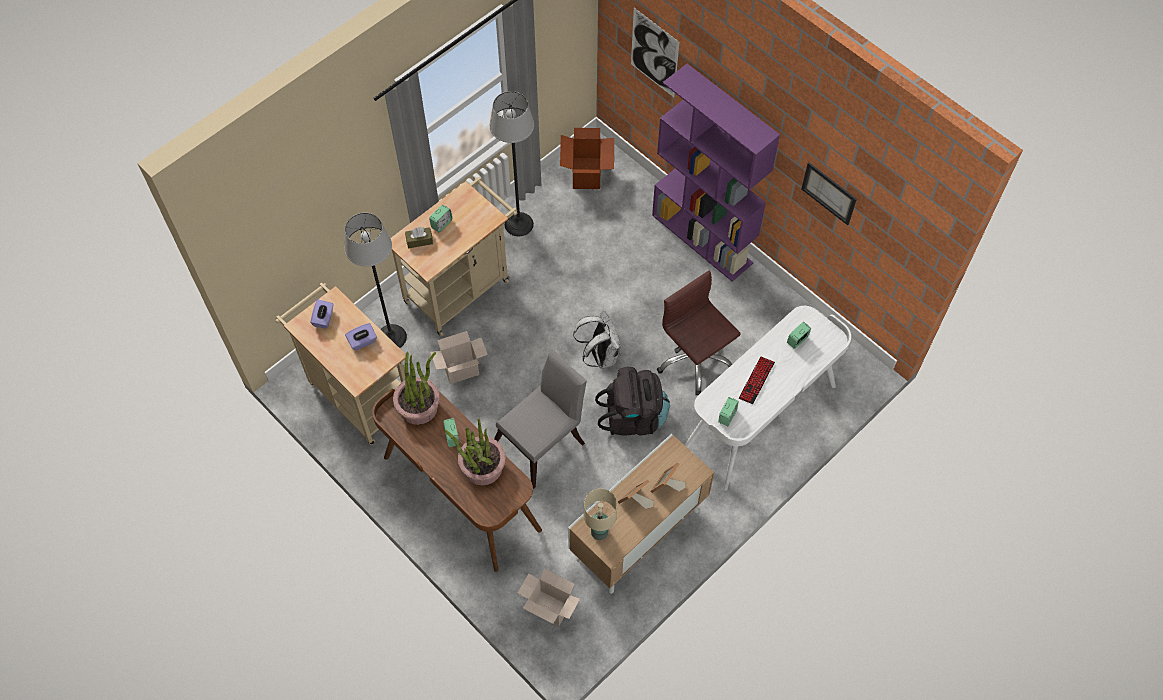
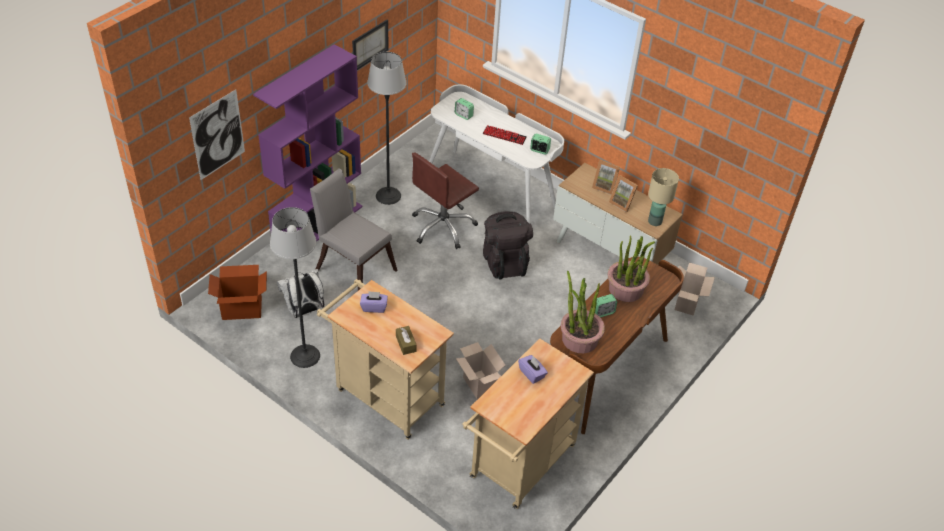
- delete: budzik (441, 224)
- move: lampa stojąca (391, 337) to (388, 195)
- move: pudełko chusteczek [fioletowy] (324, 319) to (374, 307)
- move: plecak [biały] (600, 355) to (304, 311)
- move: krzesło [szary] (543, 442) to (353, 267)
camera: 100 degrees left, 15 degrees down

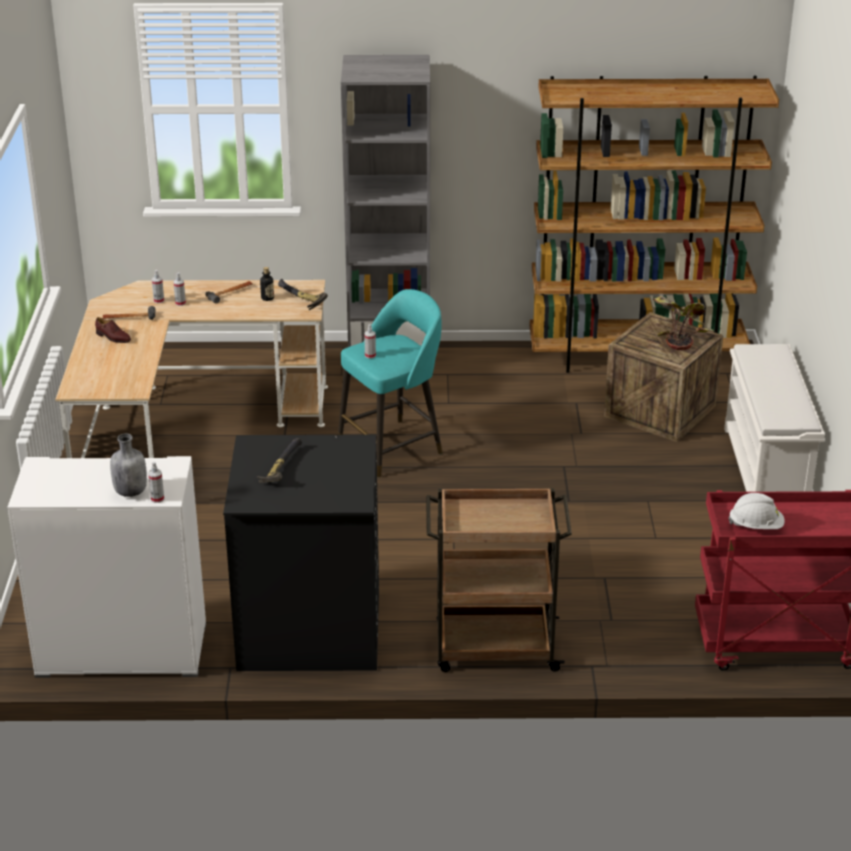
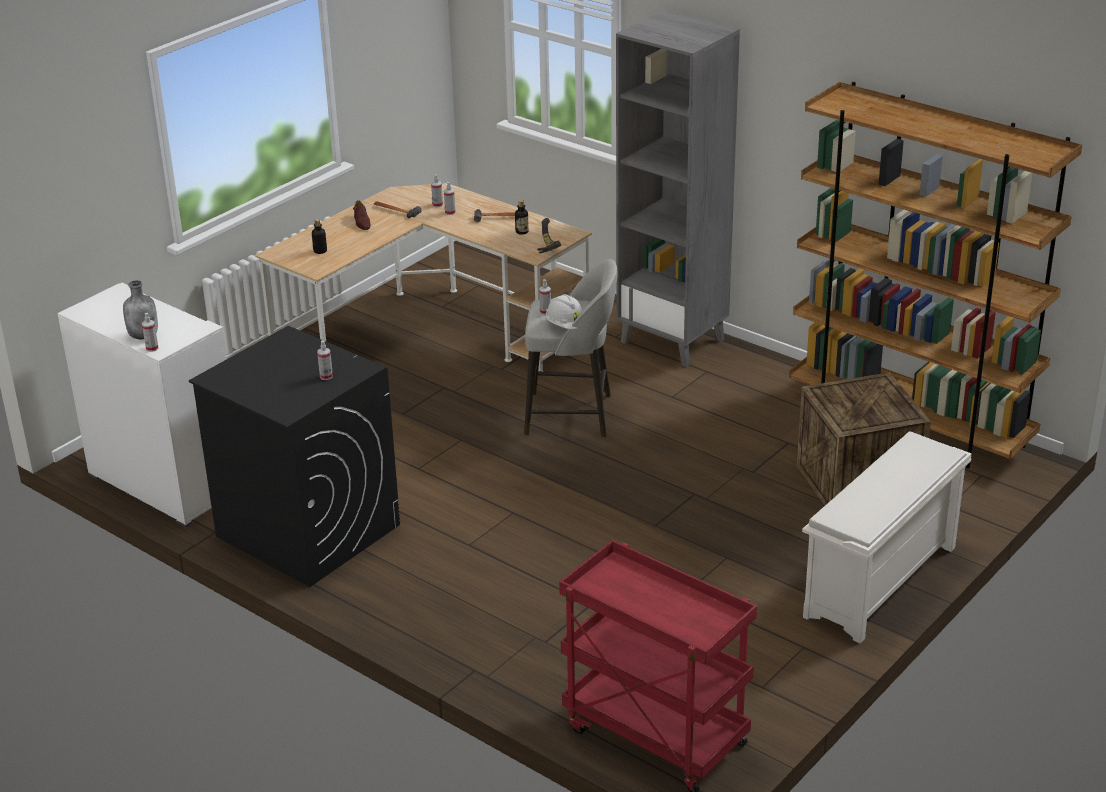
- recolor: stołek [turkusowy] (393, 447) to stołek [szary] (571, 415)
- delete: roślina doniczkowa (678, 335)
- delete: młotek (280, 468)
- delete: wózek [brązowy] (493, 648)
- move: kask [biały] (756, 526) to (566, 325)
- insert: butelka (320, 251)
- insert: spryskiwacz (326, 376)
camera: 40 degrees right, 0 degrees up

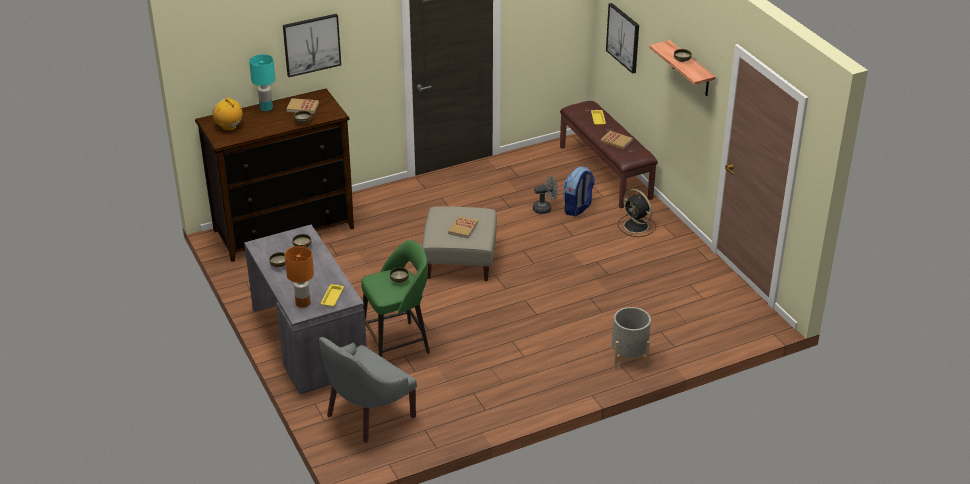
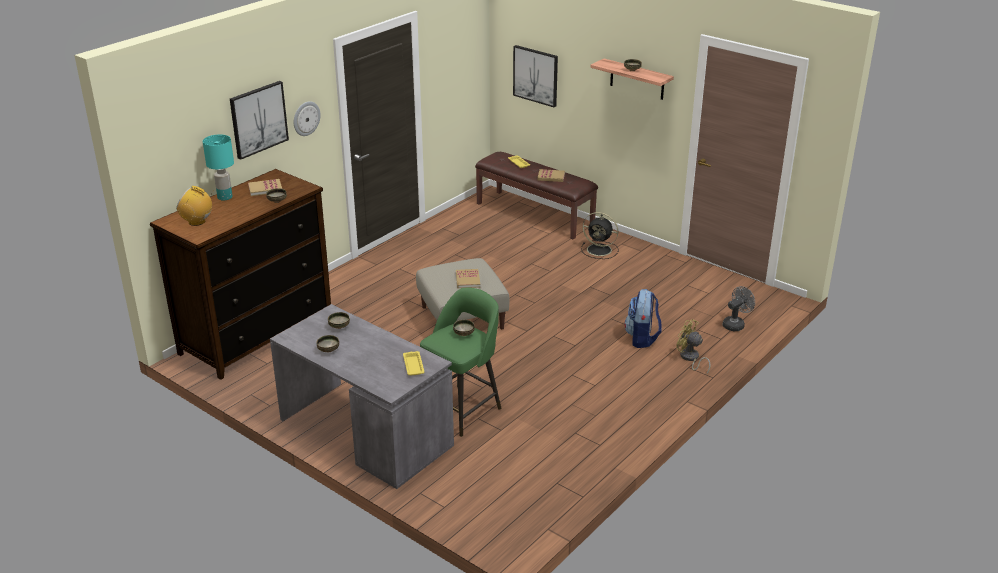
- move: plecak (578, 208) to (642, 338)
- move: wentylator [szary] (545, 208) to (735, 324)
- delete: lampa stołowa [pomarańczowy] (302, 303)
- replace: donica [szary] (629, 357) to wentylator [żółty] (690, 358)
- delete: fotel [szary] (367, 414)
- insert: zegar ścienny (306, 118)
camera: 25 degrees left, 5 degrees down

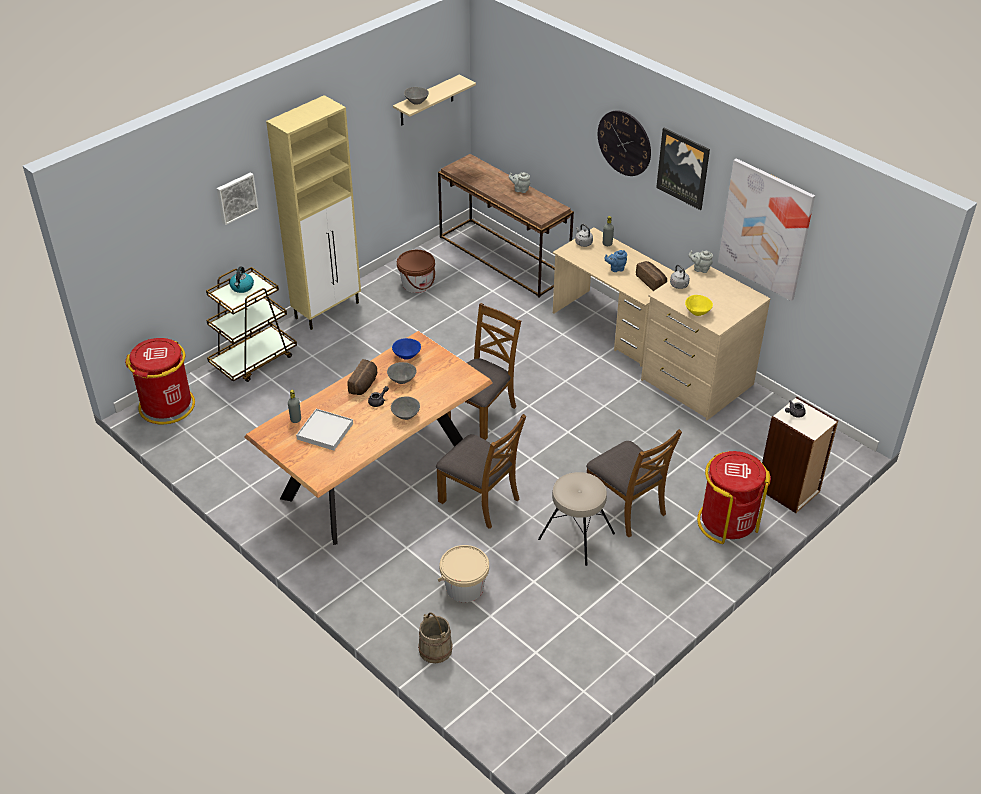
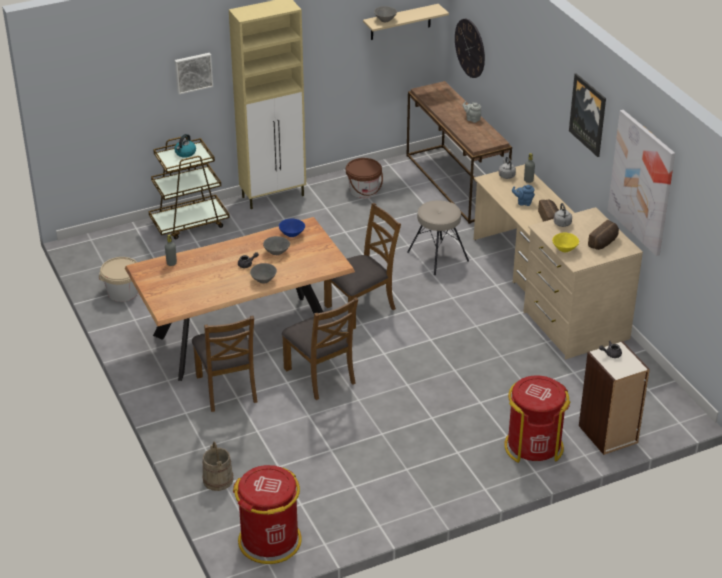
- move: zegar ścienny (624, 143) to (470, 48)
- delete: imbryk [szary] (700, 269)
- move: kosz na śmieci [czerwony] (167, 406) to (270, 541)
- move: chleb (364, 385) to (604, 243)
- delete: taca [biały] (325, 431)
- move: krzesło [brązowy] (626, 507) to (227, 388)
- move: stołek [beżowy] (576, 536) to (437, 256)
- move: wiadro [beżowy] (464, 587) to (122, 292)
camera: 20 degrees right, 5 degrees down

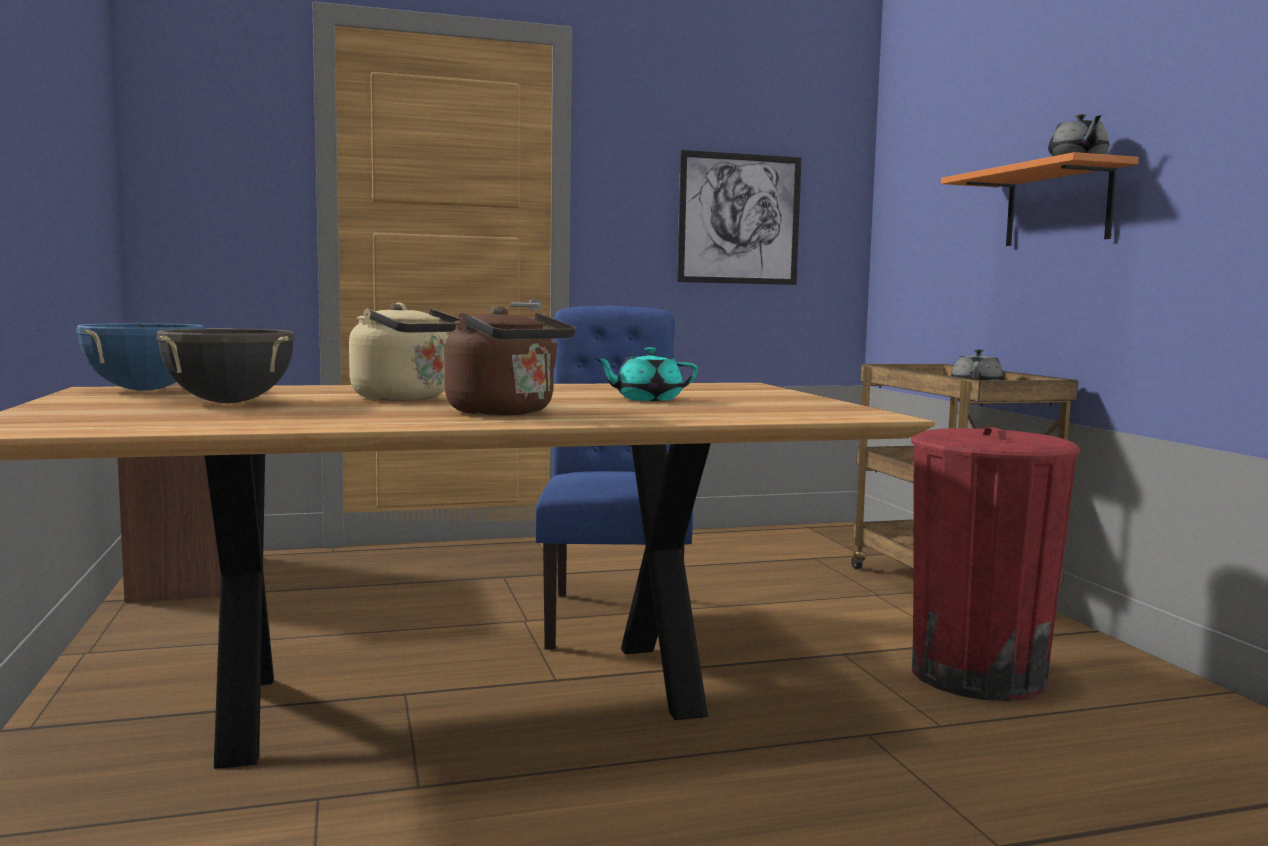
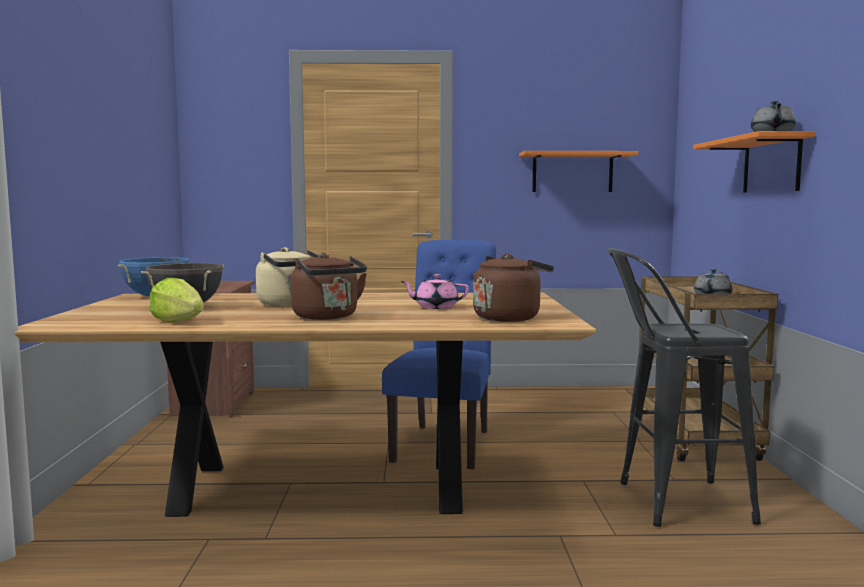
- replace: obraz (739, 219) to półka [pomarańczowy] (572, 172)
- recolor: imbryk [turkusowy] (647, 399) to imbryk [różowy] (435, 307)
- replace: kosz na śmieci [czerwony] (977, 674) to stołek [czarny] (669, 503)
- insert: czajnik [brązowy] (509, 318)
- insert: sałata (179, 321)
camera: 15 degrees right, 0 degrees up

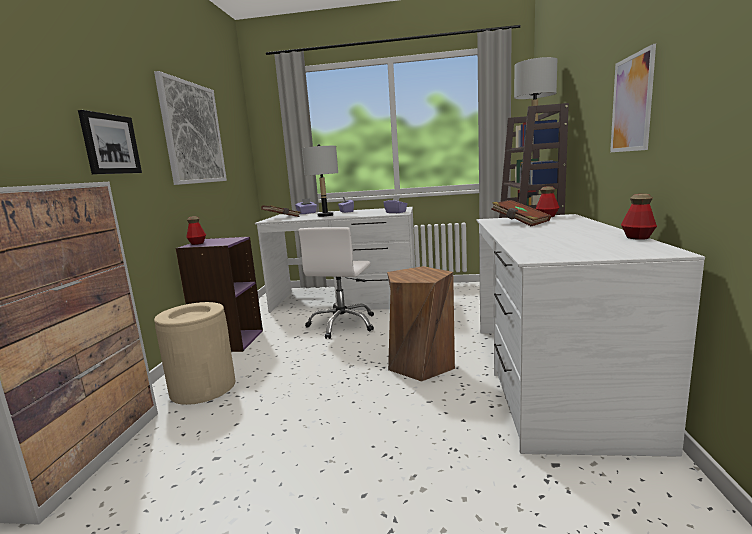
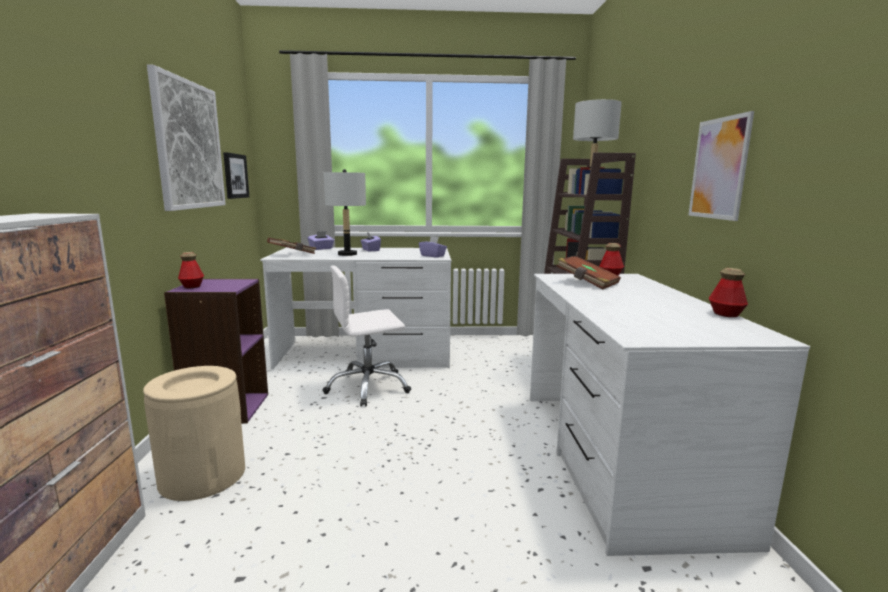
- move: obraz (110, 144) to (235, 176)
- rotate: krzesło biurowe [biały] (343, 324) = (368, 387) 60 degrees clockwise
- delete: stołek [brązowy] (421, 364)
camera: 10 degrees left, 0 degrees up

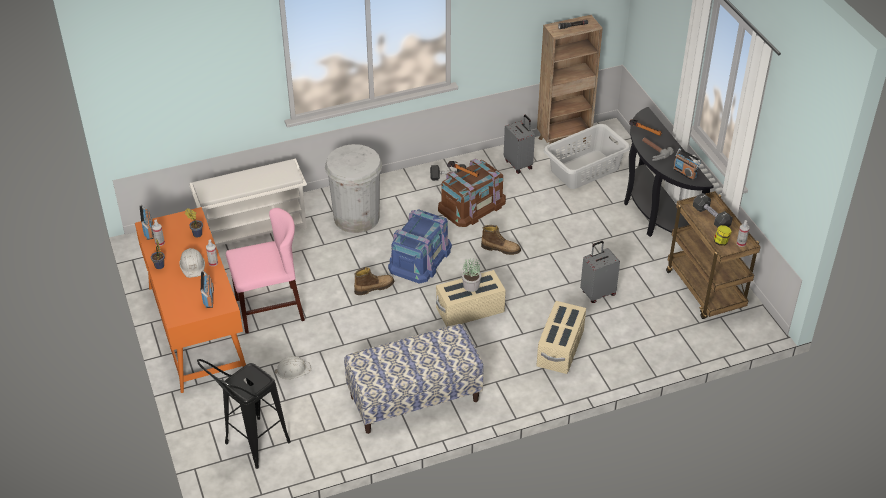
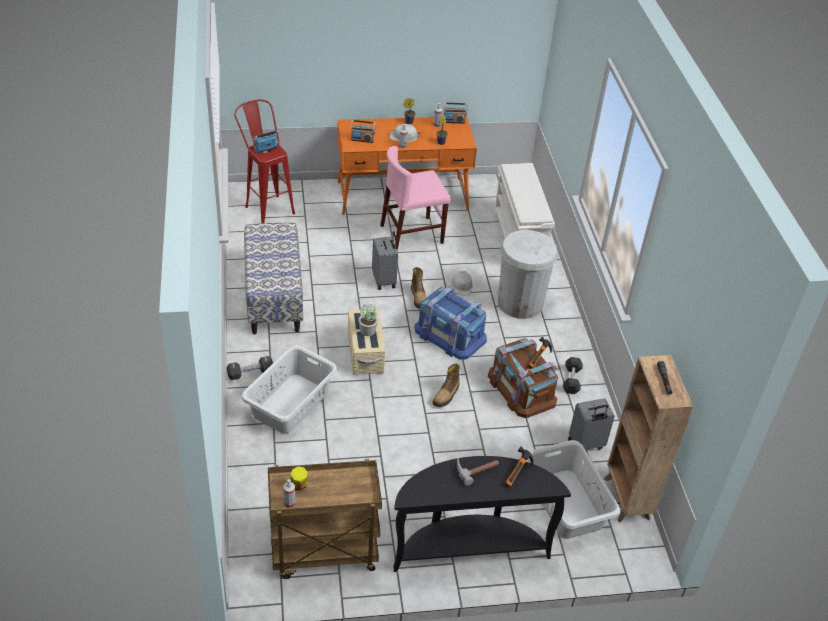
- move: radio (685, 173) to (266, 149)
- move: hantel [czarny] (711, 217) to (250, 373)
- rotate: krzesło [różowy] (269, 309) = (412, 234) 75 degrees clockwise
- move: walizka [szary] (597, 293) to (384, 280)
- replace: pojemnik do przechowywania [beżowy] (560, 349) to kosz na pranie [szary] (289, 403)
- move: kask [biały] (293, 370) to (462, 285)
- recolor: stołek [czarny] (250, 448) to stołek [czerwony] (266, 206)
camera: 100 degrees right, 0 degrees up

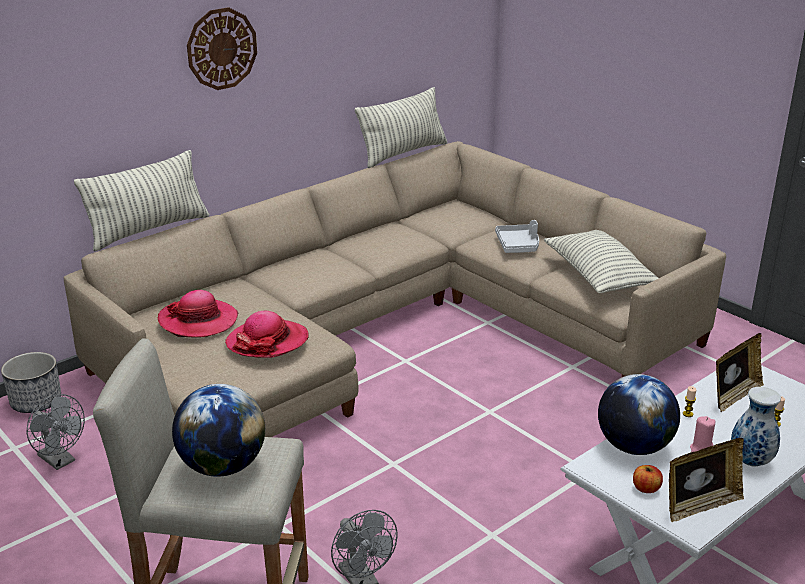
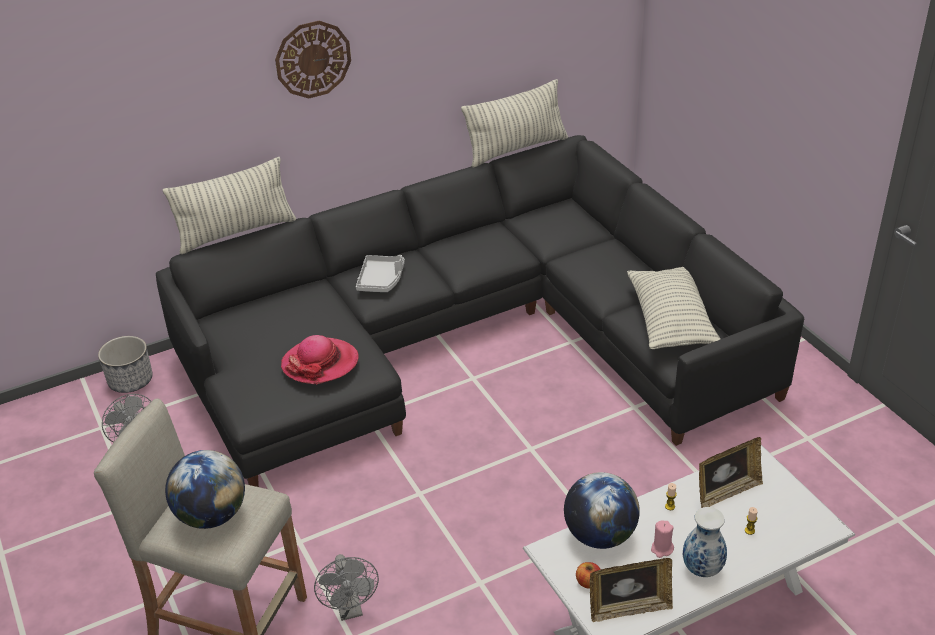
- recolor: kanapa [beżowy] (390, 331) to kanapa [czarny] (471, 340)
- move: taca [szary] (518, 245) to (381, 280)
- delete: kapelusz (198, 321)
camera: 15 degrees right, 10 degrees up

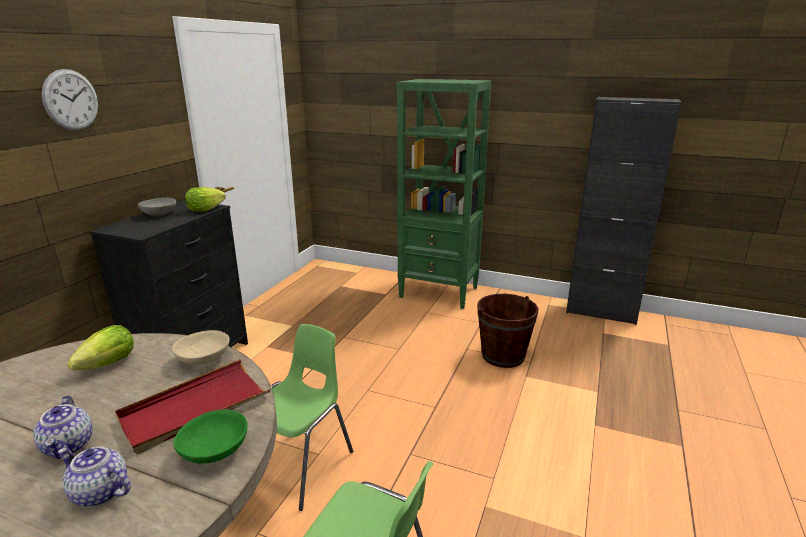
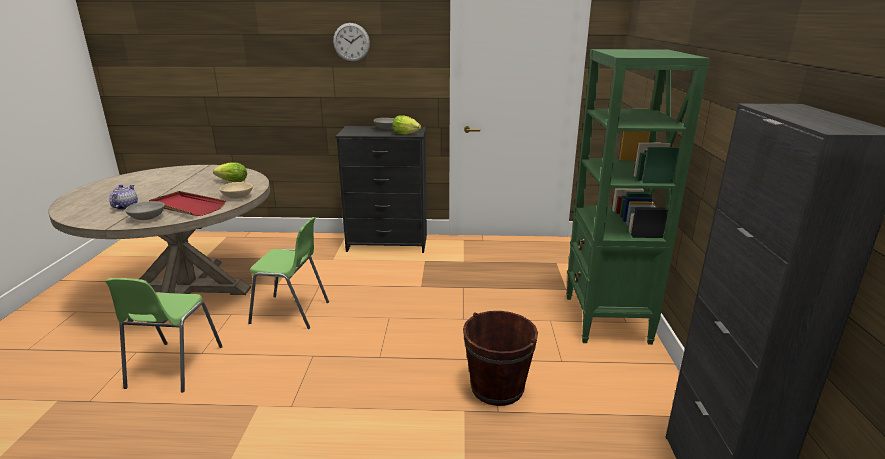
- delete: imbryk (69, 445)
- recolor: miska [zielony] (215, 451) to miska [szary] (147, 218)
camera: 70 degrees right, 0 degrees up

